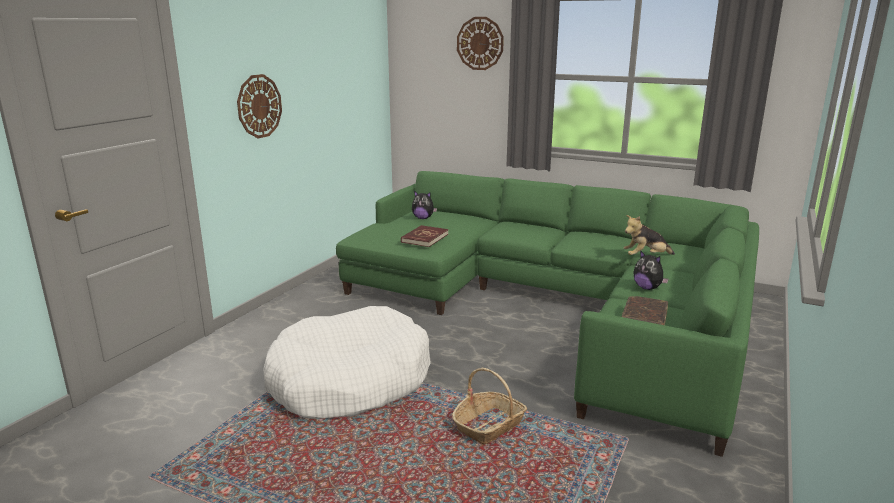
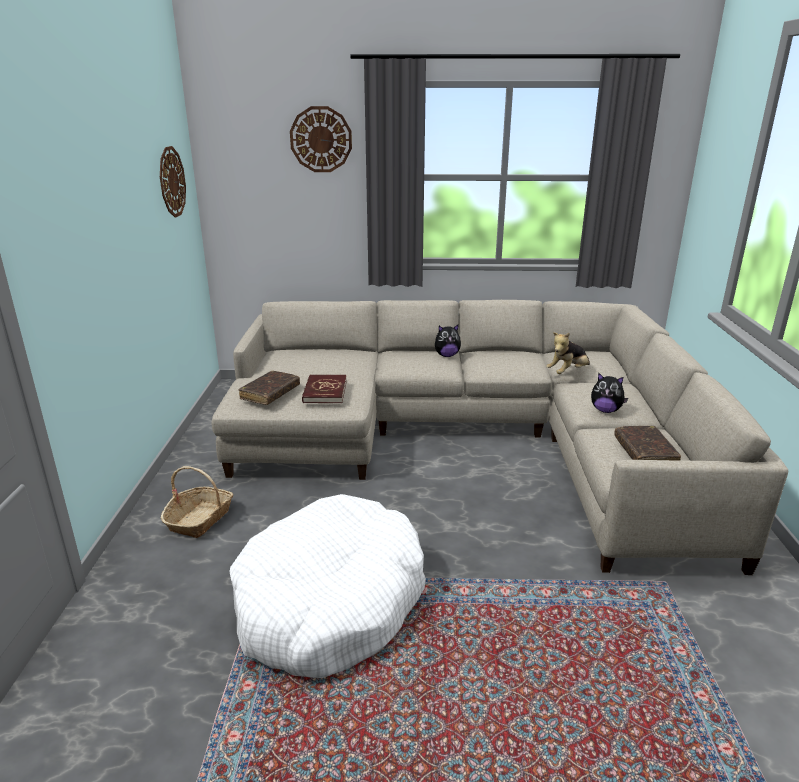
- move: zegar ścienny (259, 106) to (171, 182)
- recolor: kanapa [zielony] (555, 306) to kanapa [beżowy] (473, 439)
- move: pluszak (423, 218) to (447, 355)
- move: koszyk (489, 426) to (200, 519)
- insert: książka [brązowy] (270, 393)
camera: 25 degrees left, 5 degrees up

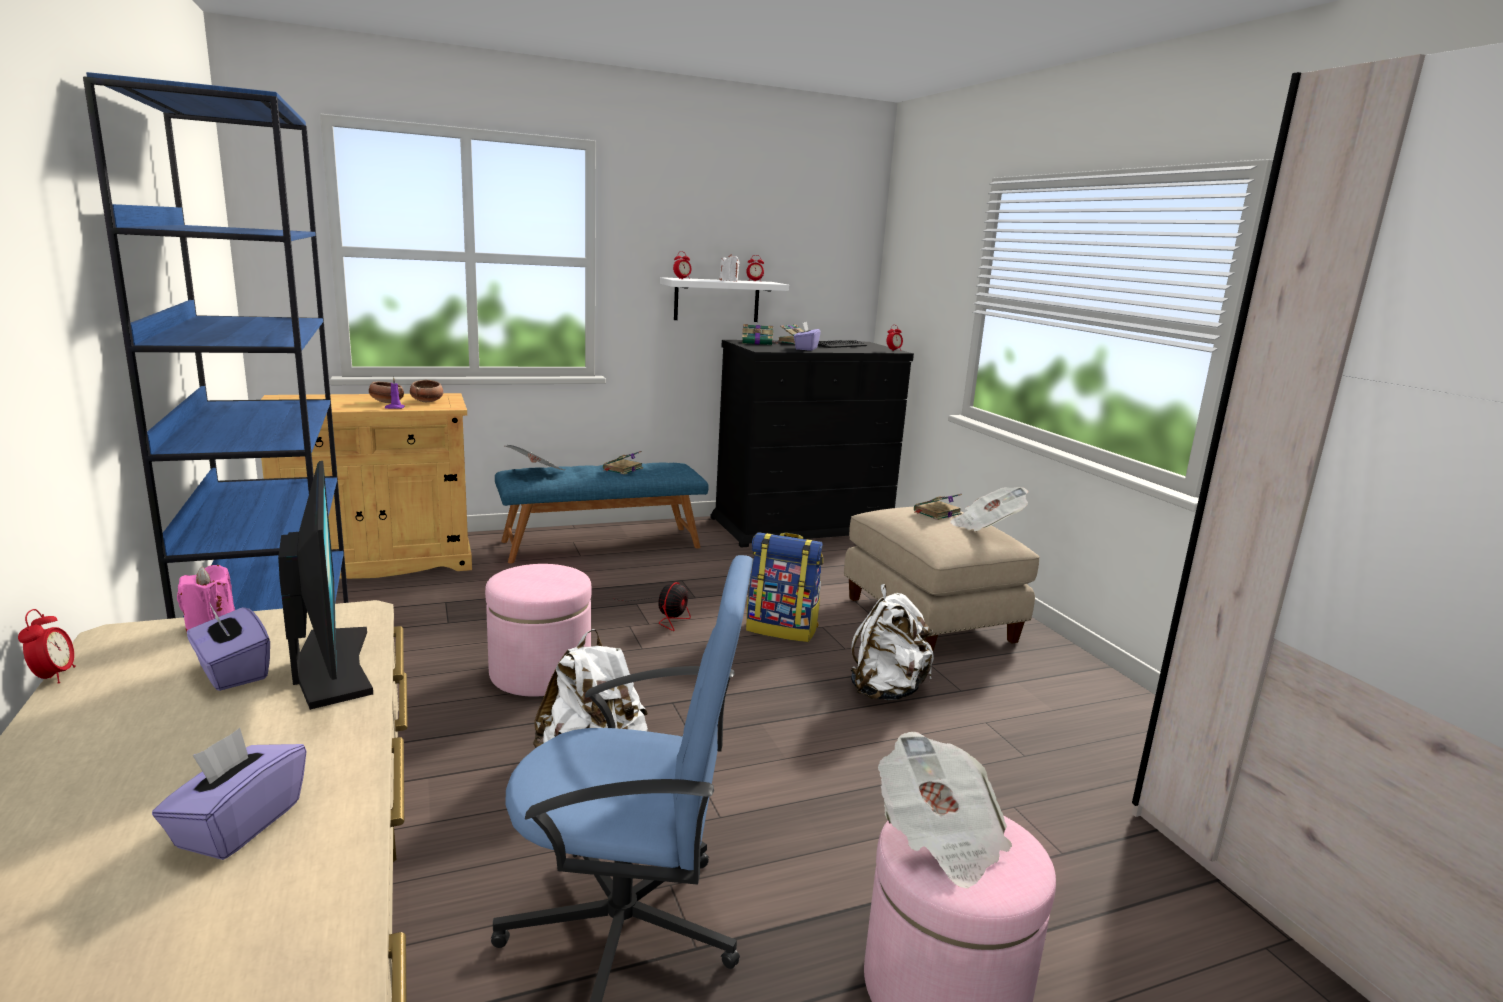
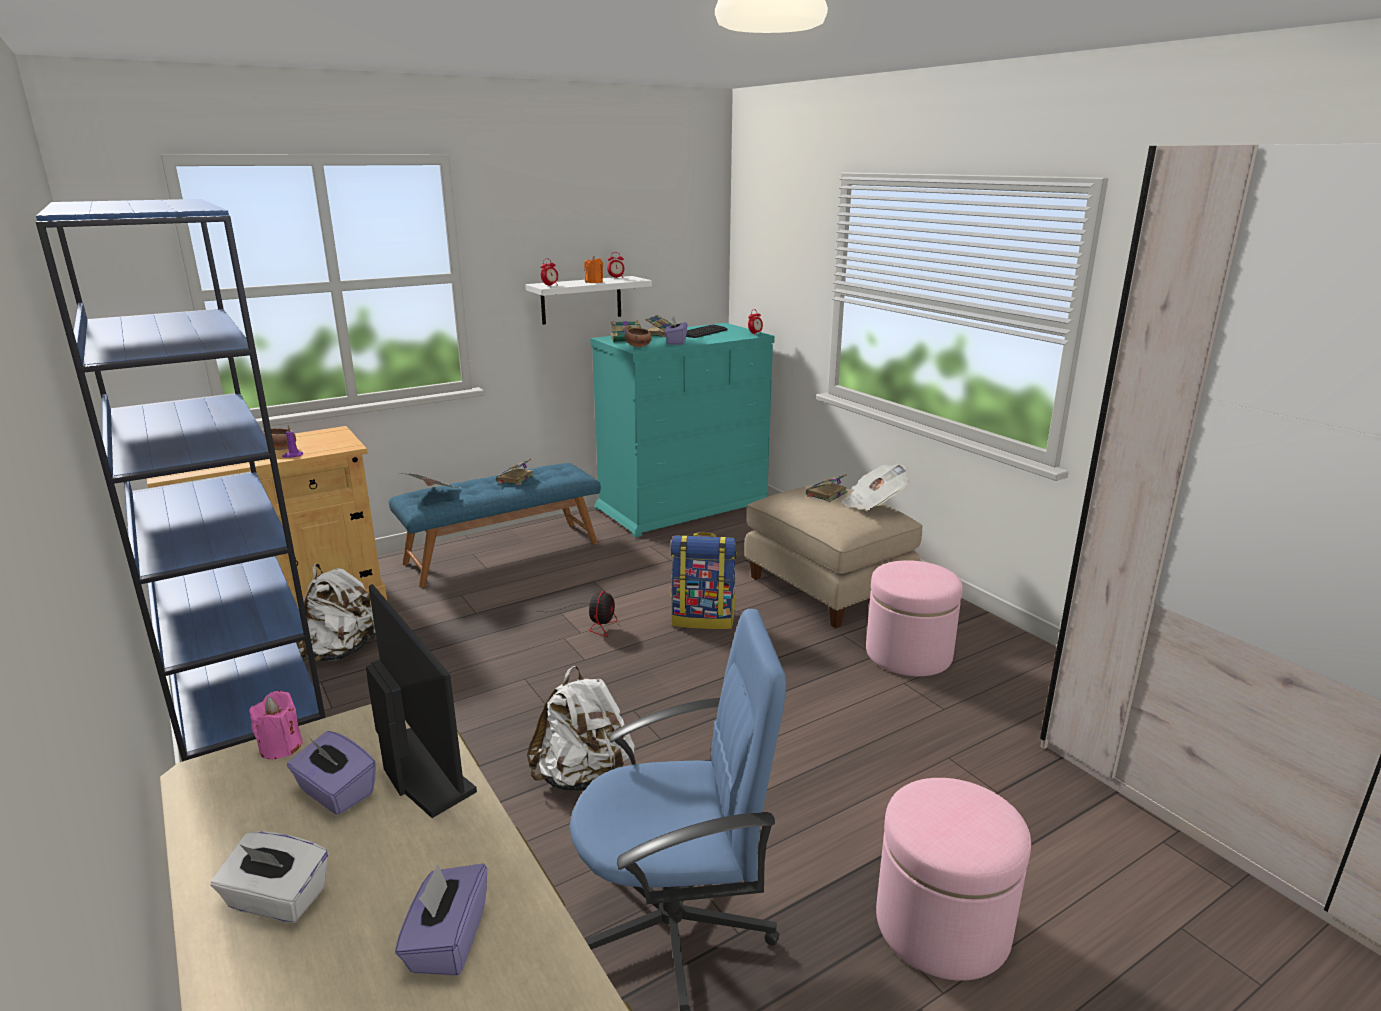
- recolor: świeca [biały] (729, 281) to świeca [pomarańczowy] (594, 282)
- recolor: komoda [czarny] (802, 526) to komoda [turkusowy] (683, 506)
- move: miska (427, 401) to (638, 346)
- move: pufa [różowy] (540, 672) to (908, 654)
- move: plecak [biały] (886, 690) to (341, 652)
- delete: budzik (54, 677)
- delete: gazeta (939, 838)
- insert: pudełko chusteczek [biały] (277, 900)
camera: 10 degrees left, 5 degrees up

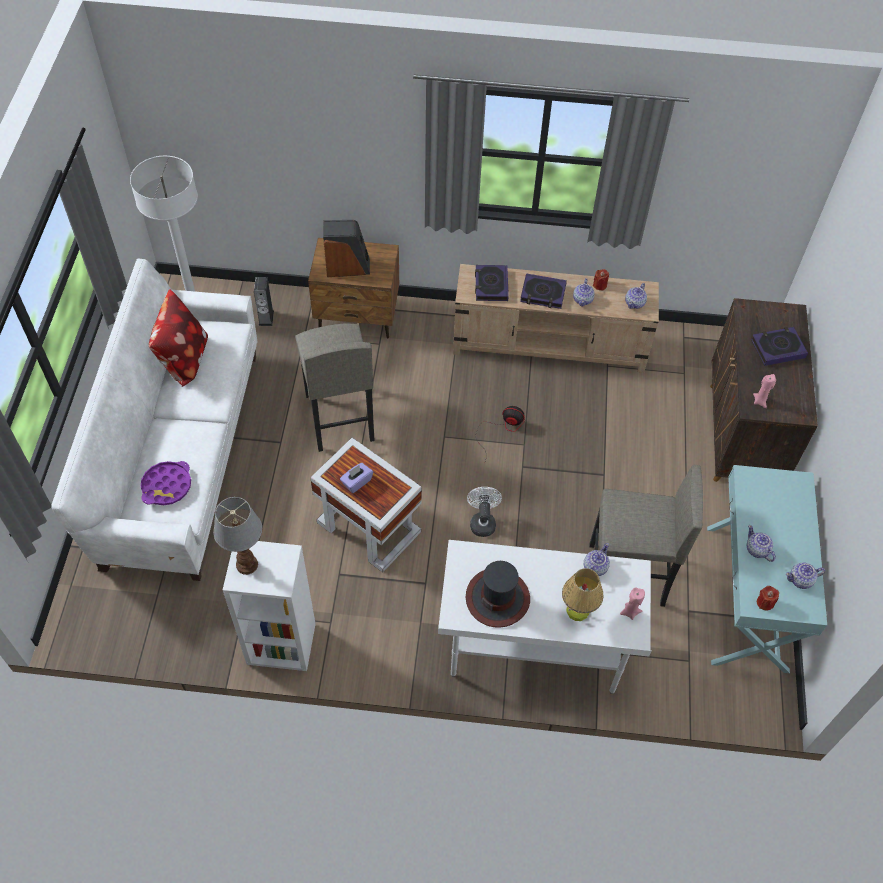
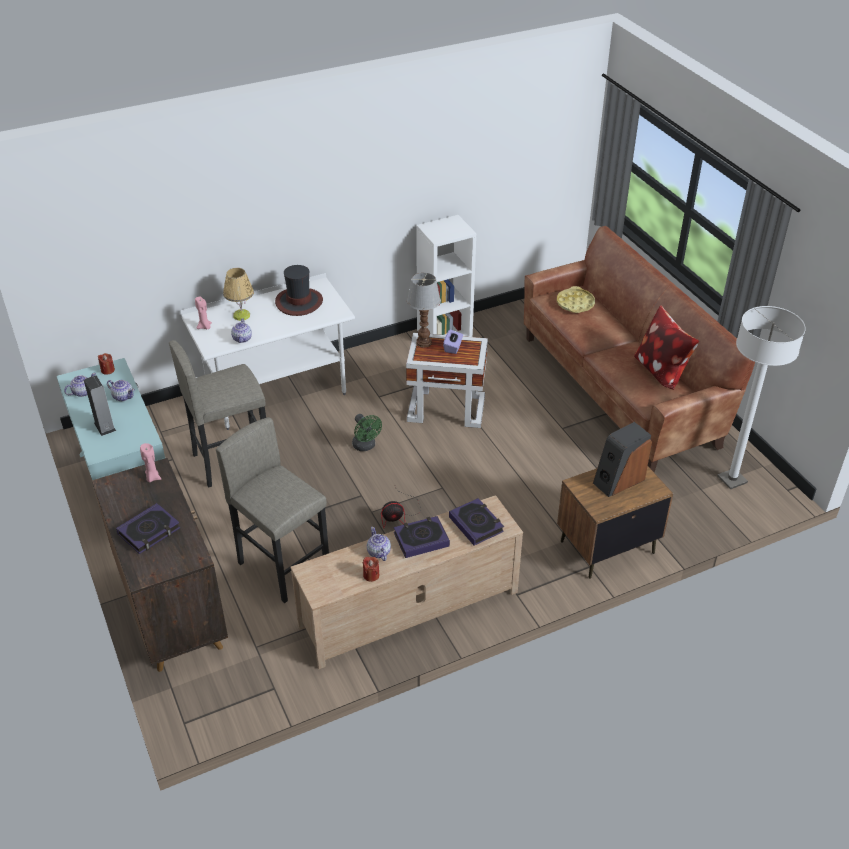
- recolor: kanapa [biały] (181, 457) to kanapa [brązowy] (618, 390)
- move: głośnik (266, 318) to (105, 427)
- delete: imbryk (635, 303)
- move: stołek [szary] (339, 418) to (284, 566)
- recolor: taca [fioletowy] (167, 486) to taca [żółty] (575, 303)
- recolor: wentylator [biały] (482, 521) to wentylator [zielony] (366, 446)
- move: lampa stołowa (248, 564) to (423, 343)
camera: 150 degrees right, 15 degrees down

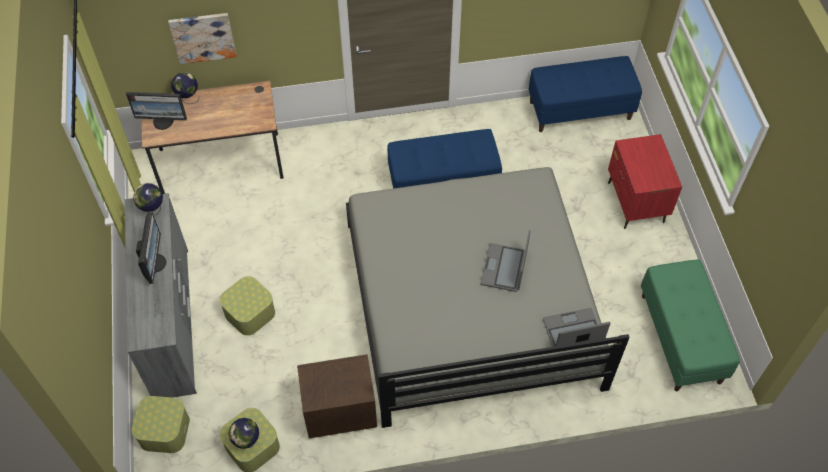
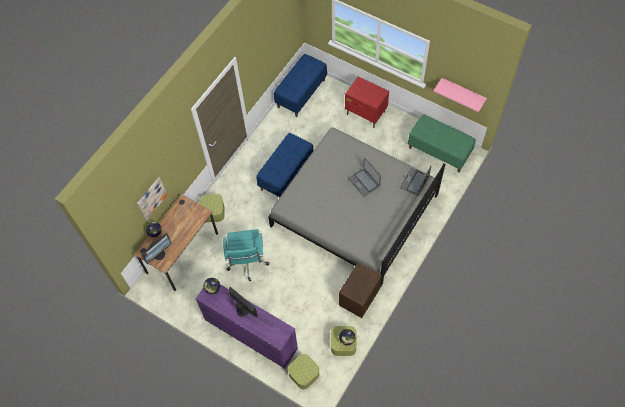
- recolor: komoda [szary] (172, 321) to komoda [fioletowy] (251, 333)
- move: pojemnik do przechowywania (249, 313) to (213, 212)
- insert: półka [różowy] (463, 92)
- insert: krzesło biurowe [turkusowy] (247, 263)
camera: 45 degrees left, 5 degrees up

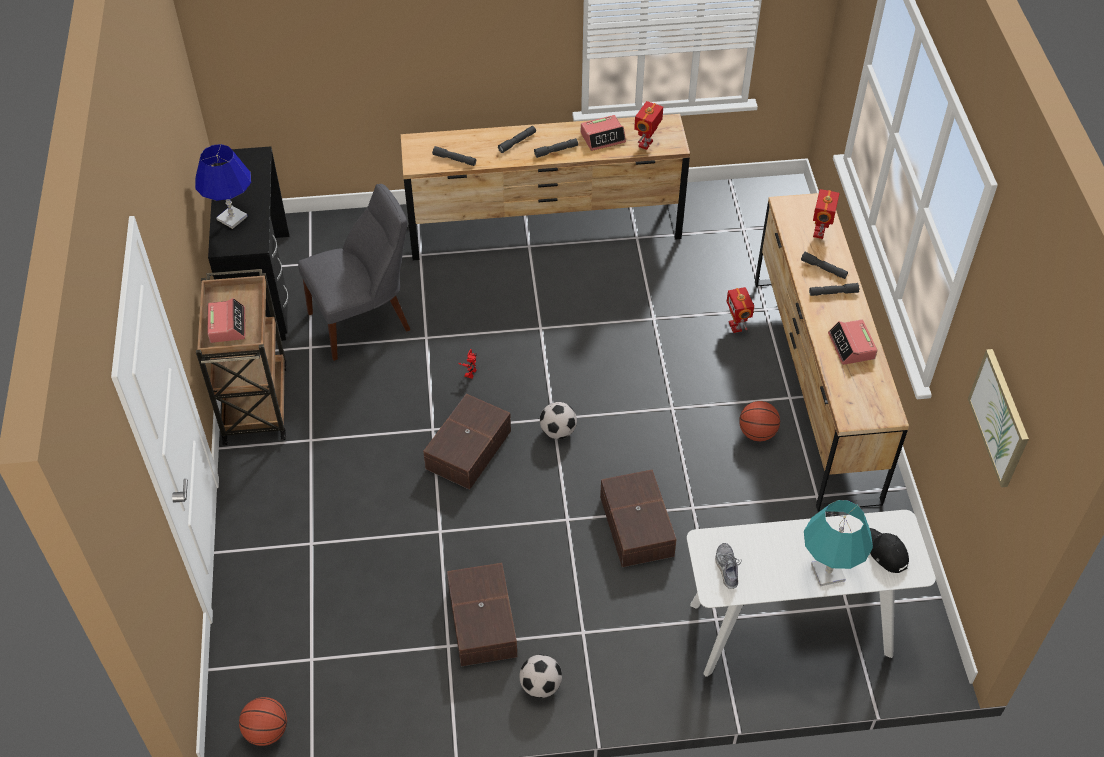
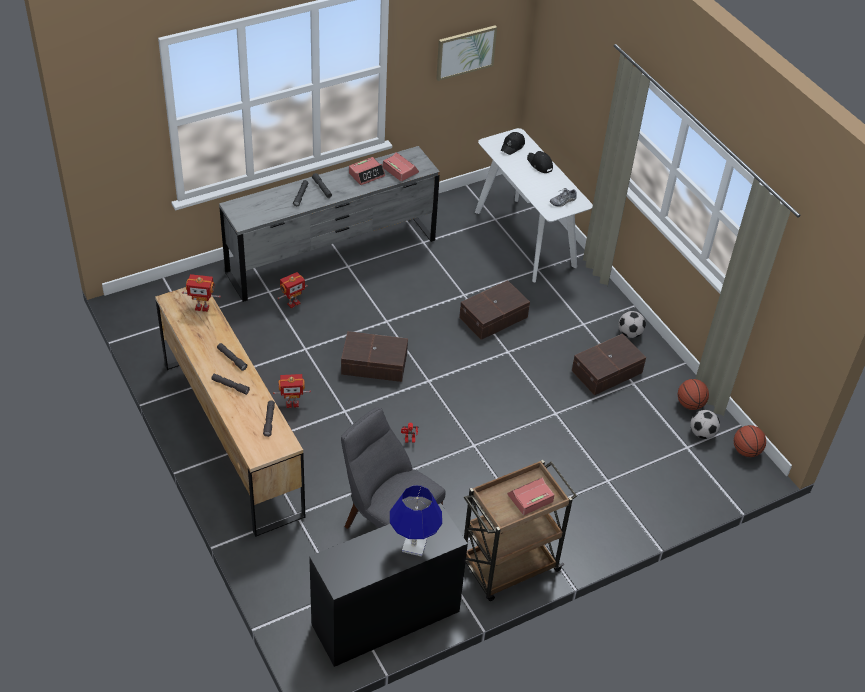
- move: budzik (603, 137) to (400, 170)
- move: robot zabawkowy (820, 232) to (292, 403)
- recolor: komoda [brązowy] (813, 386) to komoda [szary] (332, 256)
- move: pojemnik do przechowywania [brązowy] (467, 450) to (374, 365)
- move: piłka do koszykówki (757, 433) to (690, 404)
- move: piłka futbolowa (558, 431) to (702, 433)
- replace: lampa stołowa [turkusowy] (828, 572) to czapka z daszkiem [czarny] (539, 164)
camera: 115 degrees left, 5 degrees down

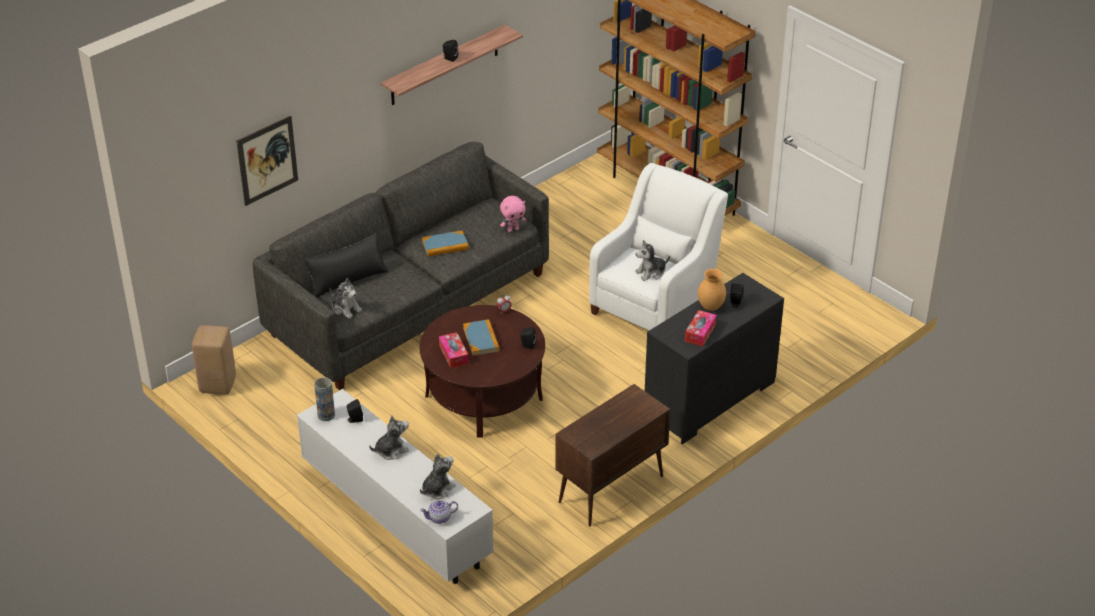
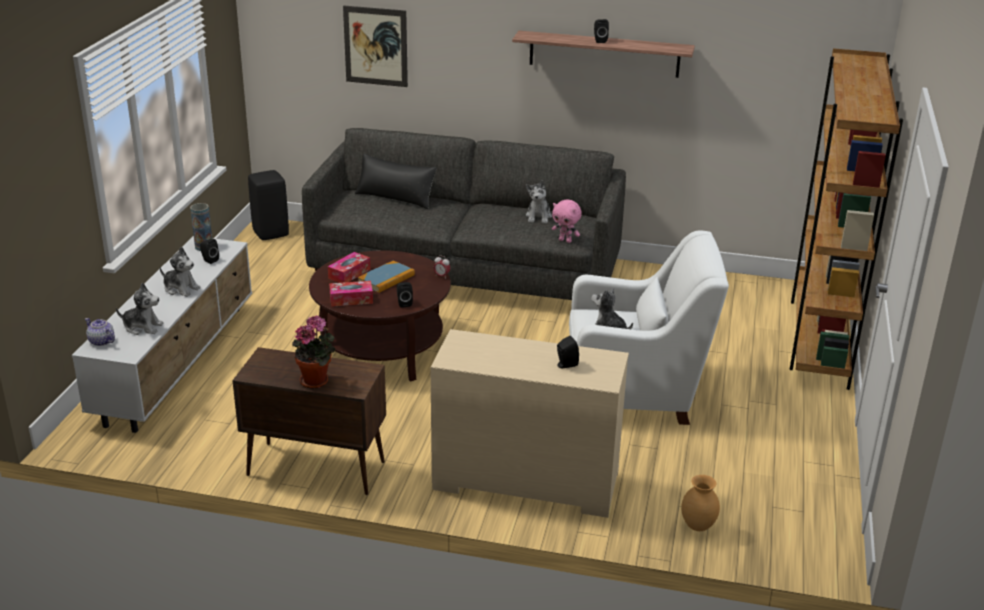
- delete: książka (445, 245)
- move: wazon [brązowy] (711, 307) to (697, 526)
- recolor: komoda [czarny] (710, 400) to komoda [beżowy] (525, 482)
- move: pluszak (345, 309) to (538, 216)
- move: pudełko chusteczek (700, 332) to (351, 299)
- recolor: stołek [beżowy] (217, 384) to stołek [czarny] (271, 233)
- insert: roślina doniczkowa (317, 380)
camera: 55 degrees right, 10 degrees down

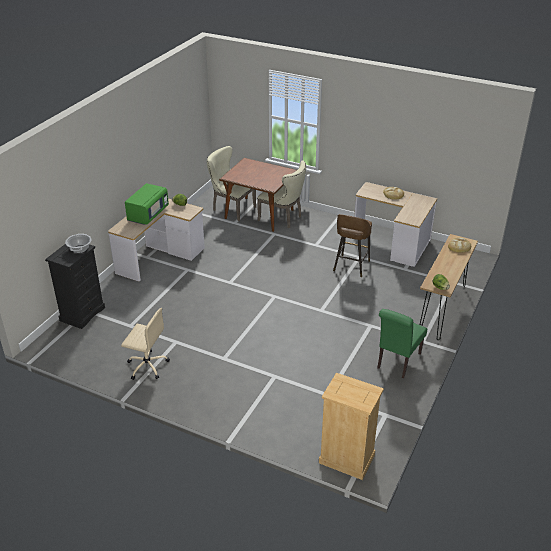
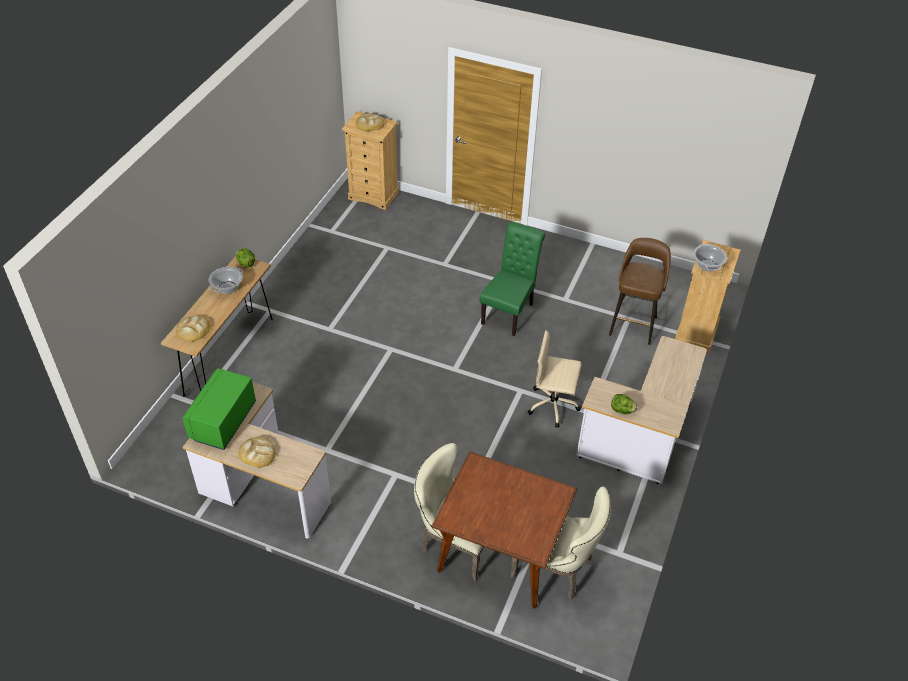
- move: mikrofalówka [zielony] (148, 214) to (223, 421)
- move: stołek [brązowy] (351, 266) to (633, 325)
- recolor: komoda [czarny] (82, 314) to komoda [beżowy] (696, 332)
- move: krzesło biurowe [beżowy] (147, 365) to (554, 405)
- move: krzesło [zielony] (397, 362) to (509, 312)
- insert: chleb (369, 124)
- insert: garnek (227, 287)
camera: 175 degrees right, 10 degrees up

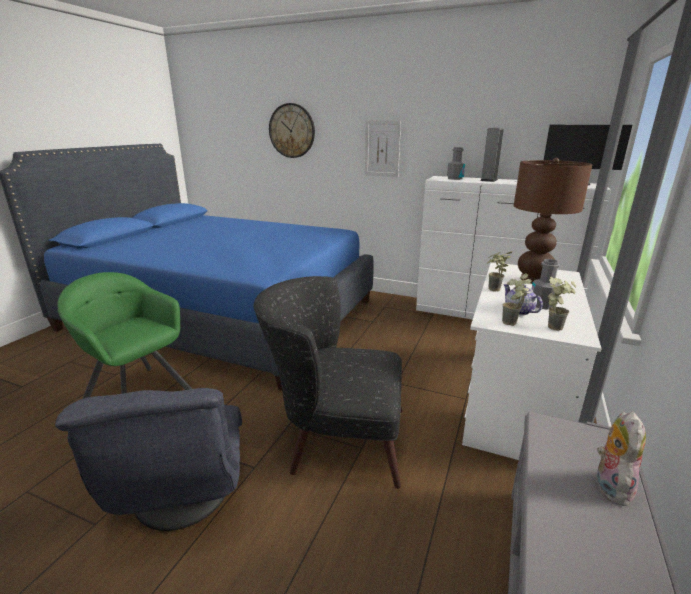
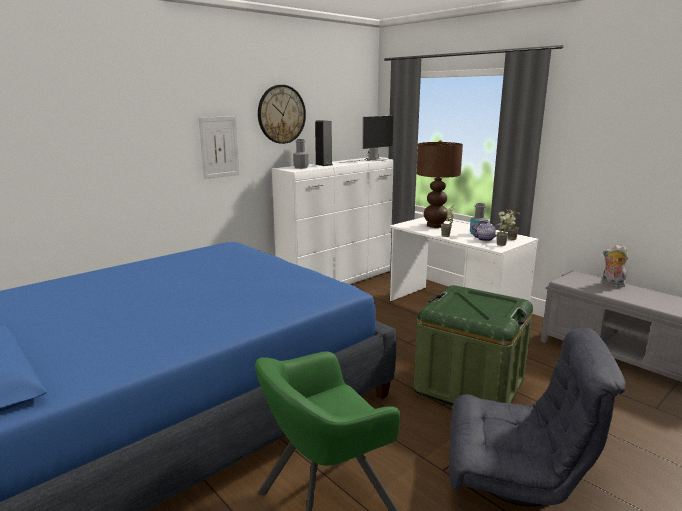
- move: zegar ścienny (292, 131) to (281, 114)
- replace: fotel [czarny] (335, 438) to pojemnik do przechowywania [zielony] (469, 385)
camera: 65 degrees left, 5 degrees down

